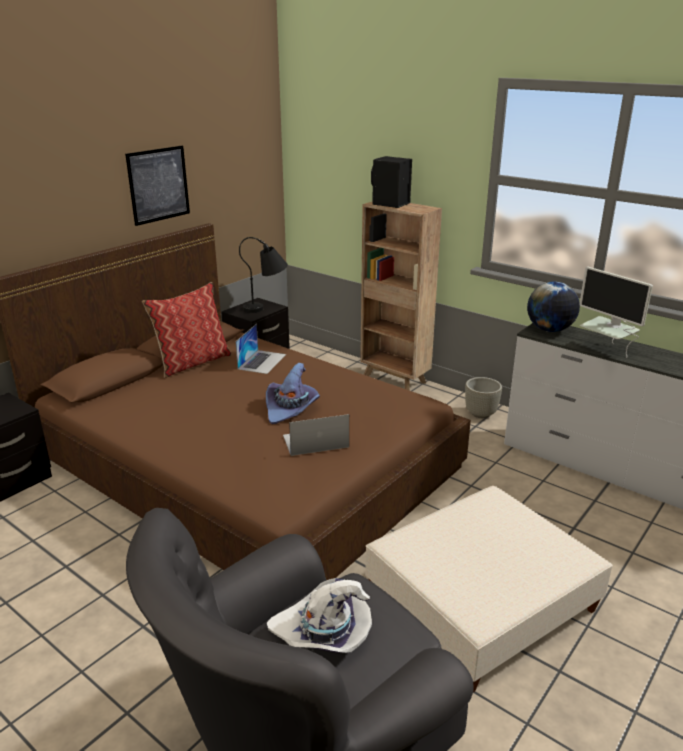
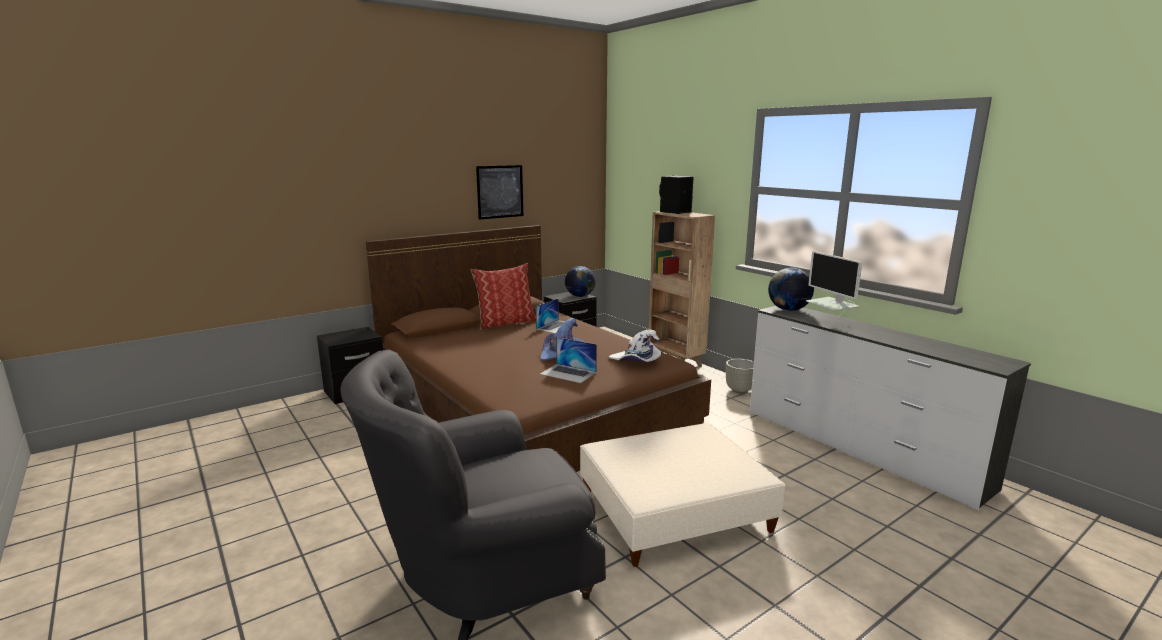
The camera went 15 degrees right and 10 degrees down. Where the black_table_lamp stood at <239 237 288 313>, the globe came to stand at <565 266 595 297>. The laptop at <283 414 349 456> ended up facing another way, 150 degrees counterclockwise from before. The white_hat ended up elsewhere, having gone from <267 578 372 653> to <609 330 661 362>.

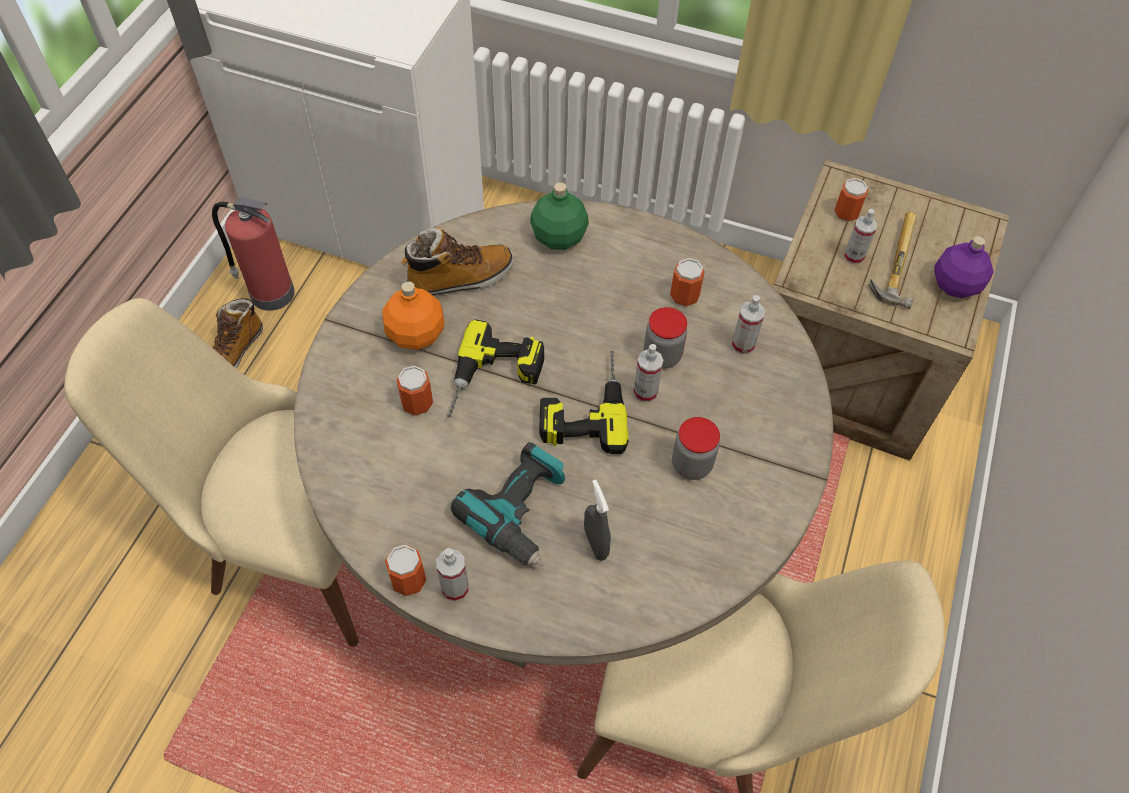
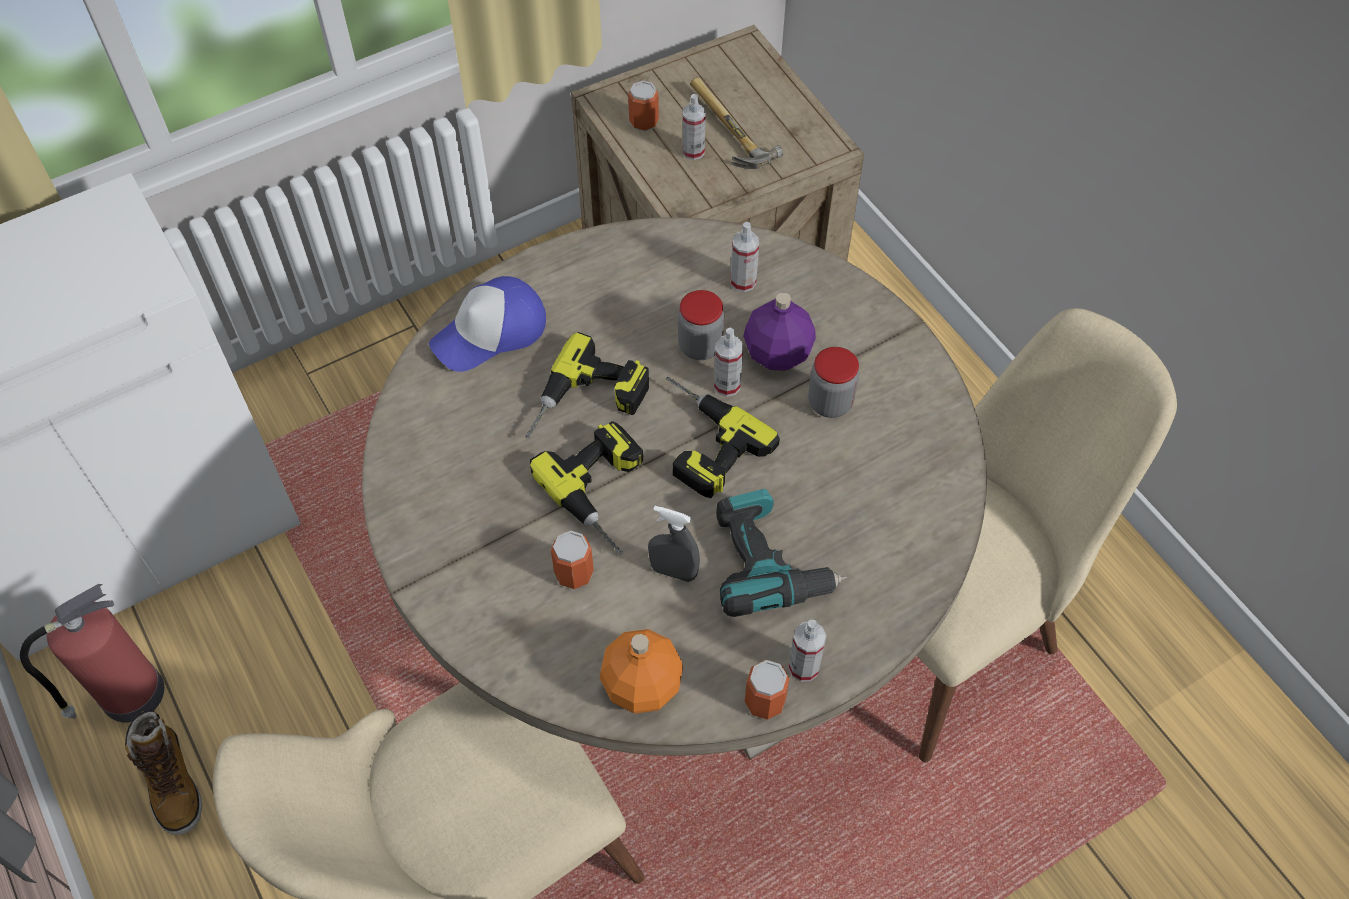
The camera went 50 degrees left and 0 degrees up. Where the green_bottle stood at <530 182 589 250>, the cap came to stand at <429 276 546 372>. The second view lost the boot at <401 227 513 296>. The purple_bottle ended up elsewhere, having gone from <934 236 994 298> to <743 292 816 371>. The second view lost the can at <670 258 705 307>. The orange_bottle ended up elsewhere, having gone from <382 281 445 350> to <600 629 683 714>. The grey_spray_bottle ended up elsewhere, having gone from <584 480 611 561> to <648 506 700 582>. The second view gained the power_drill at <525 332 649 438>.

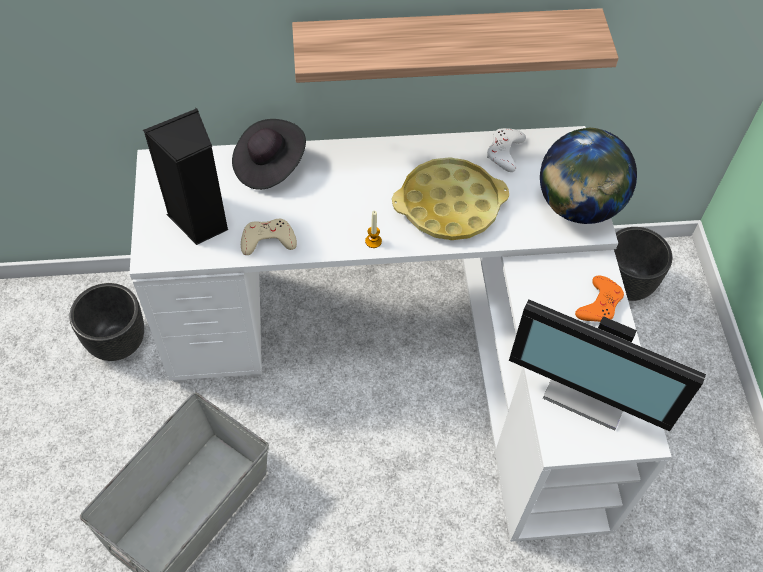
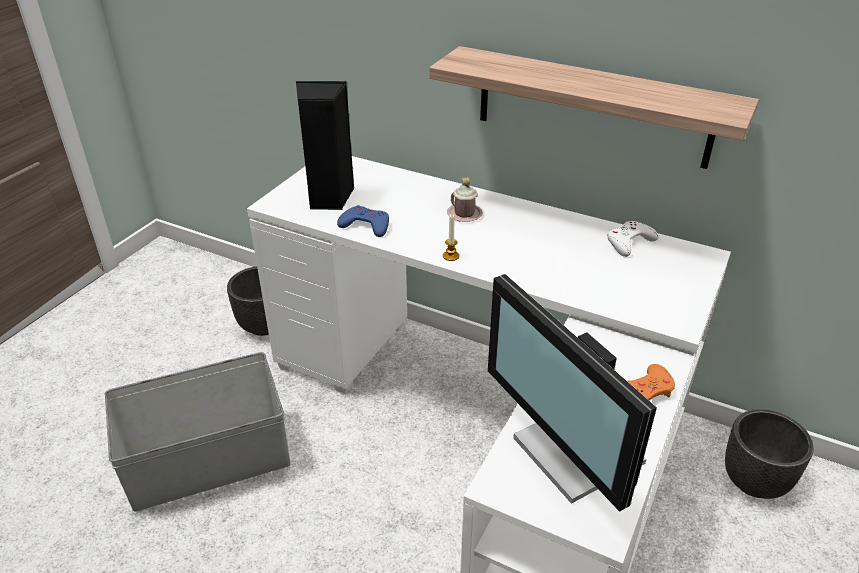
The camera went 35 degrees right and 20 degrees down. The second view lost the black_hat at <232 119 306 190>. The second view lost the globe at <540 128 637 224>. The second view lost the yellow_tray at <392 157 509 240>. What was the beige_game_controller at <241 219 297 255> turned into the blue_game_controller at <337 205 389 237>. The second view gained the pink_mug at <447 177 483 222>.

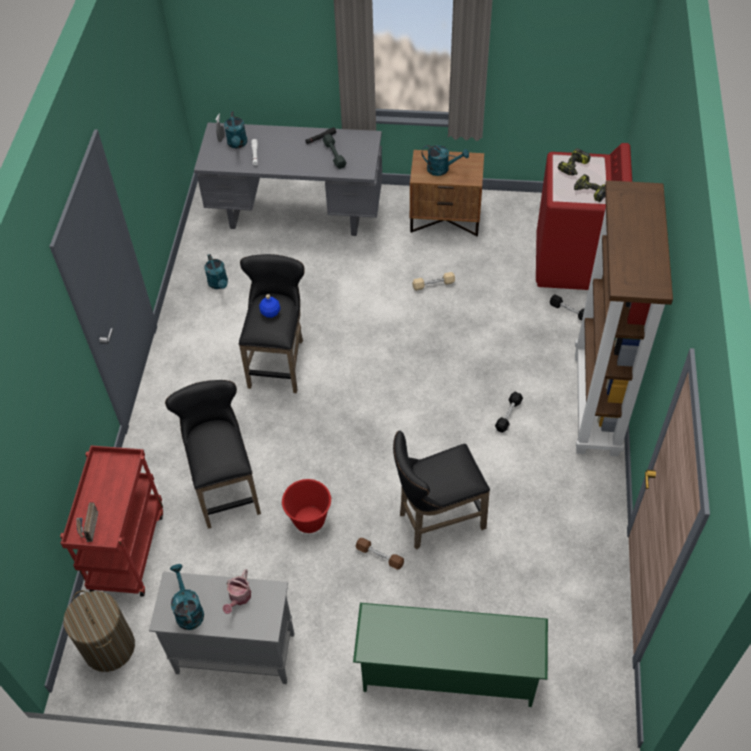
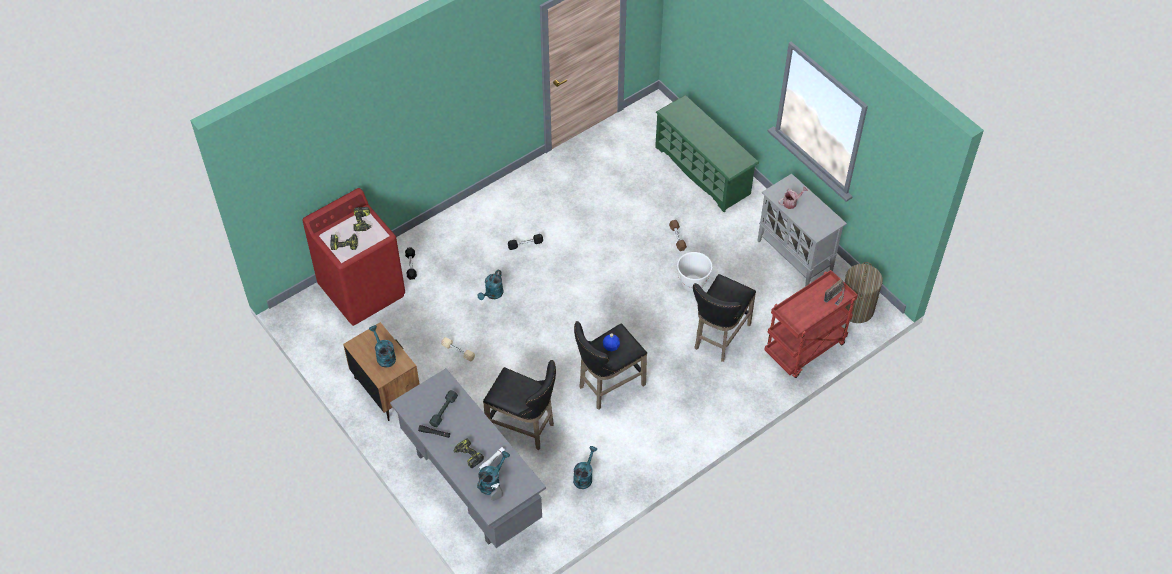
The camera went 135 degrees left and 0 degrees up. The second view lost the brown_bookcase at <575 180 673 457>. The black_stool ended up elsewhere, having gone from <393 431 490 549> to <483 360 556 450>. What was the red_bucket at <281 479 332 533> turned into the white_bucket at <677 252 713 292>. The turquoise_watering_can ended up elsewhere, having gone from <170 564 204 630> to <478 270 504 300>. The second view gained the power_drill at <453 438 484 468>.

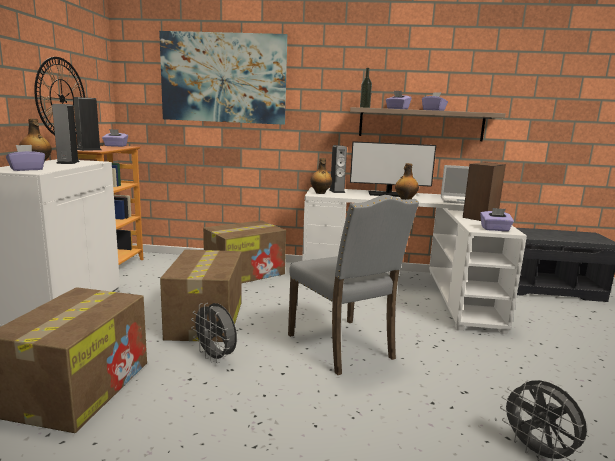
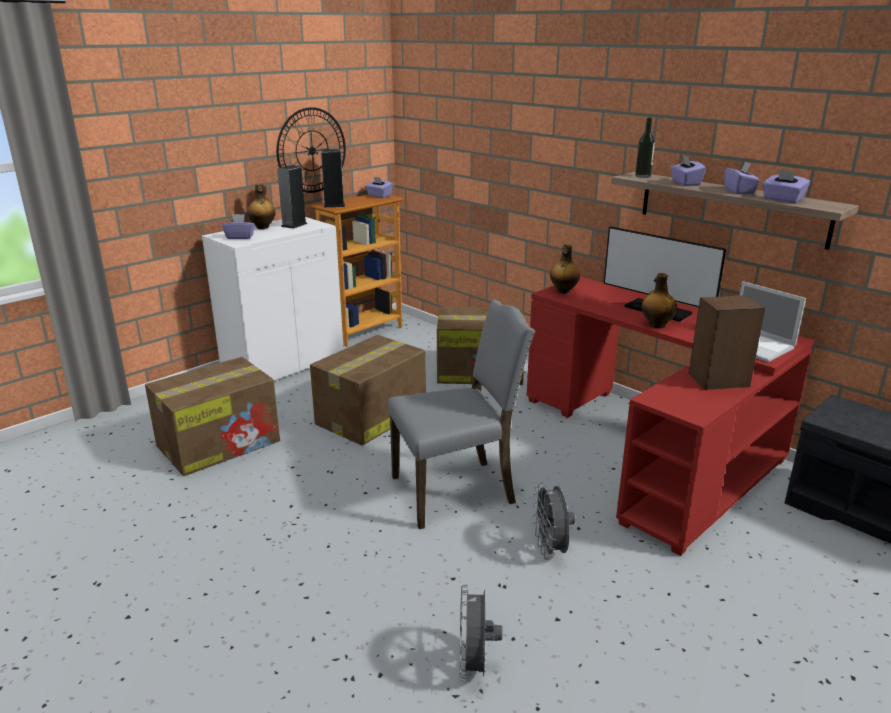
The camera went 40 degrees right and 10 degrees up. The second view lost the picture at <159 31 287 125>. The second view lost the speaker at <329 145 347 193>. What was the white_desk at <302 187 527 334> turned into the red_desk at <527 277 814 556>. The grey_chair at <288 195 419 375> ended up facing another way, 120 degrees counterclockwise from before. The purple_tissue_box ended up elsewhere, having gone from <480 208 514 231> to <762 169 810 203>. The grey_fan ended up elsewhere, having gone from <191 303 237 363> to <532 482 576 559>.

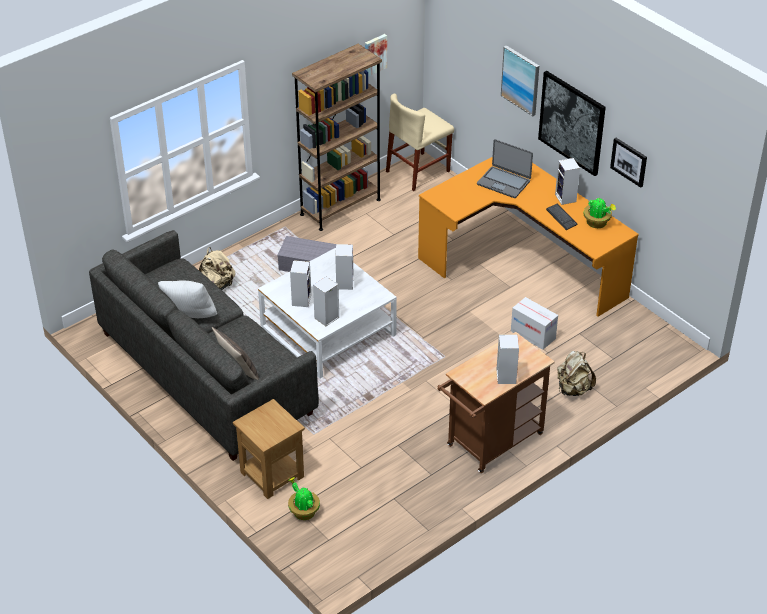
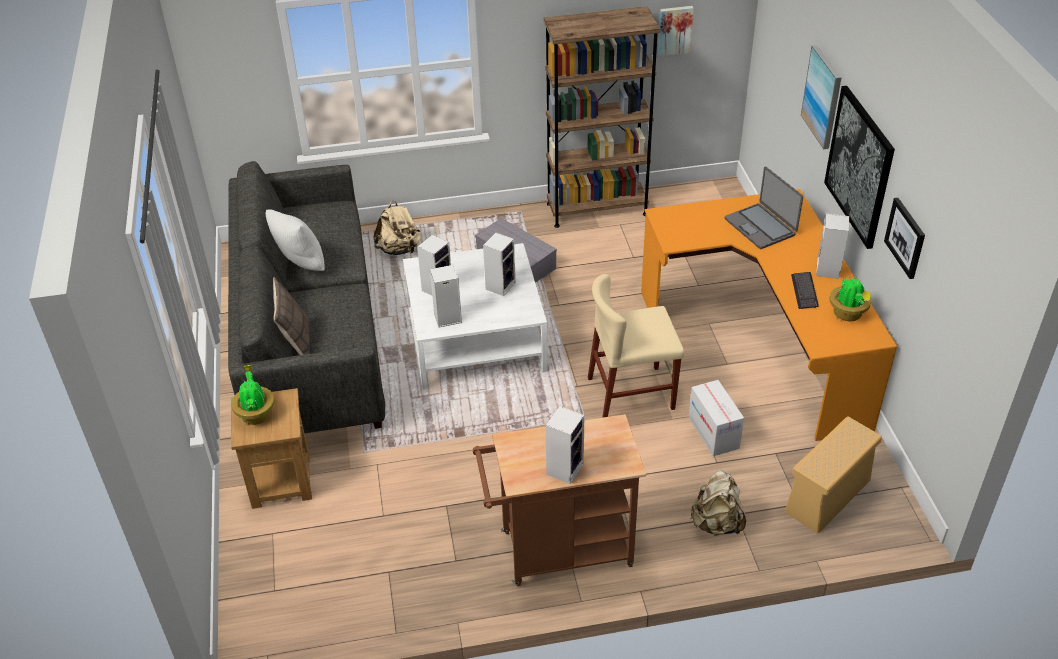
The camera went 30 degrees right and 0 degrees up. The beige_chair ended up elsewhere, having gone from <386 94 454 191> to <588 274 684 418>. The potted_plant ended up elsewhere, having gone from <288 477 320 520> to <231 365 275 425>. The second view gained the beige_storage_box at <785 417 882 533>.

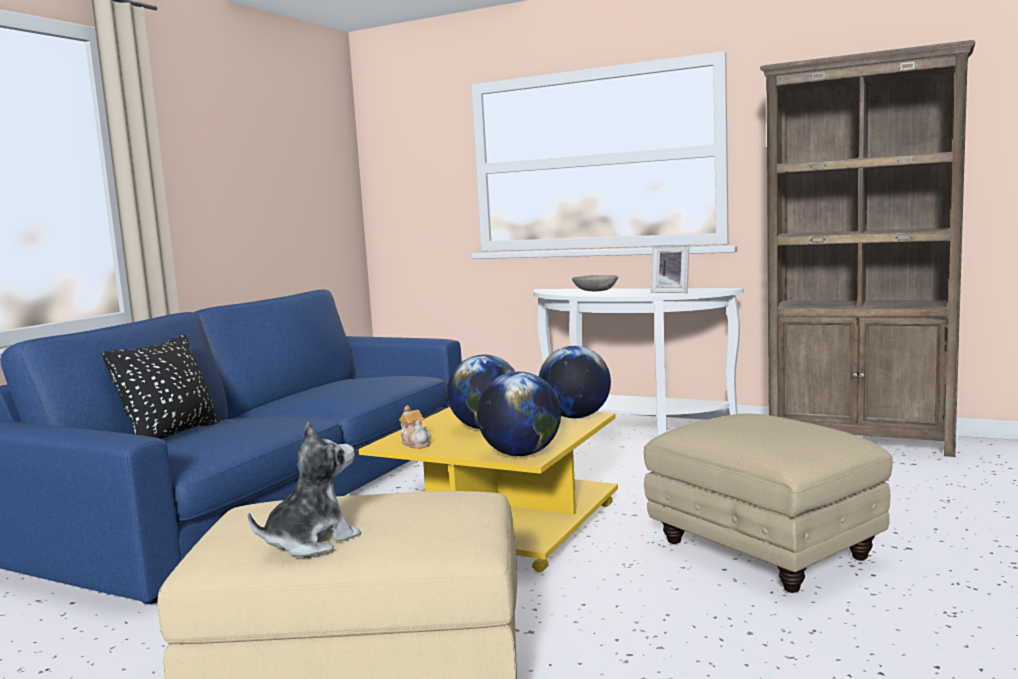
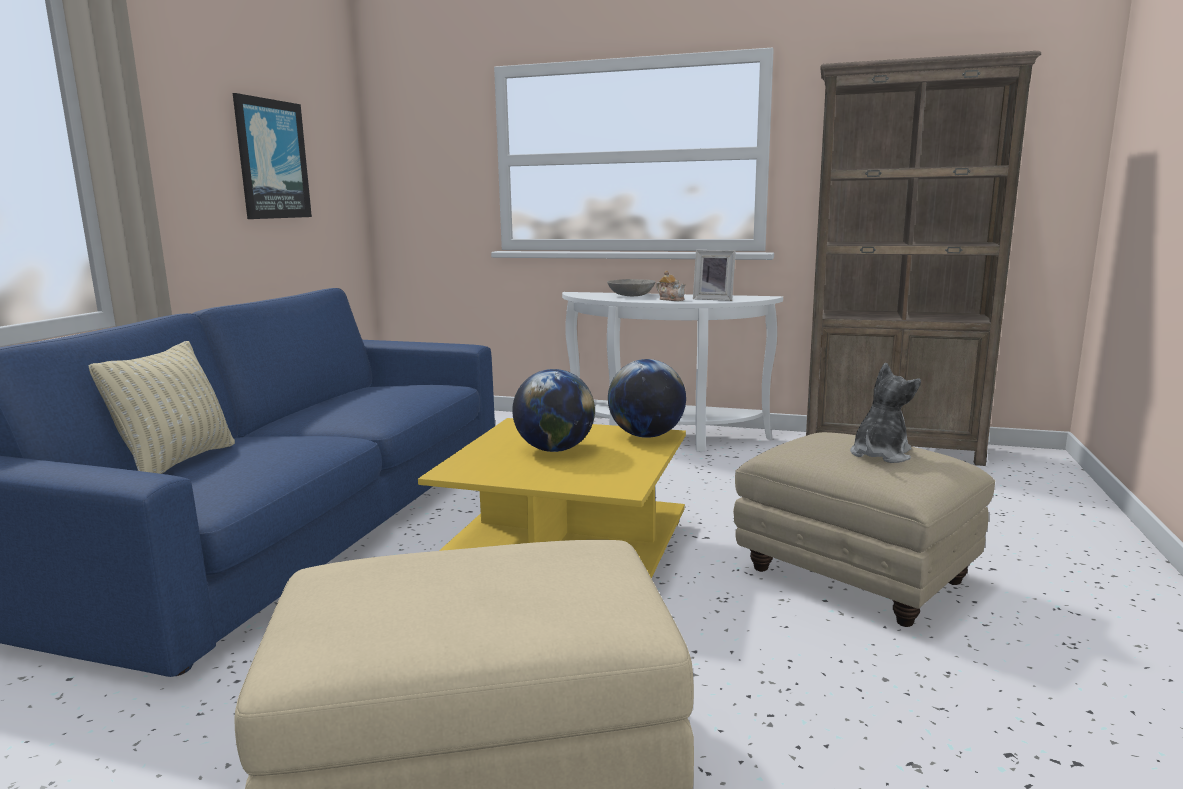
The camera went 10 degrees left and 5 degrees up. What was the black_pillow at <102 334 220 439> turned into the beige_pillow at <89 341 235 474>. The second view lost the globe at <477 372 561 456>. The teapot ended up elsewhere, having gone from <399 405 431 449> to <656 270 686 301>. The plush_toy ended up elsewhere, having gone from <248 422 361 556> to <850 363 921 463>. The second view gained the picture at <233 93 312 219>.

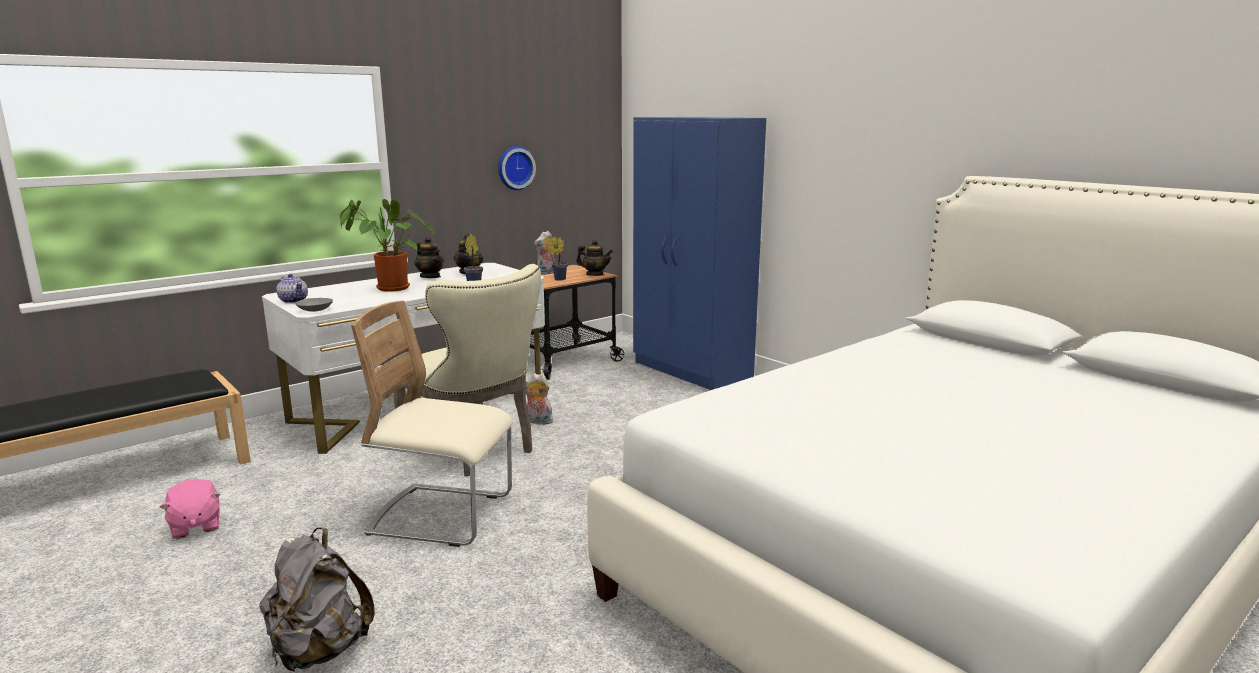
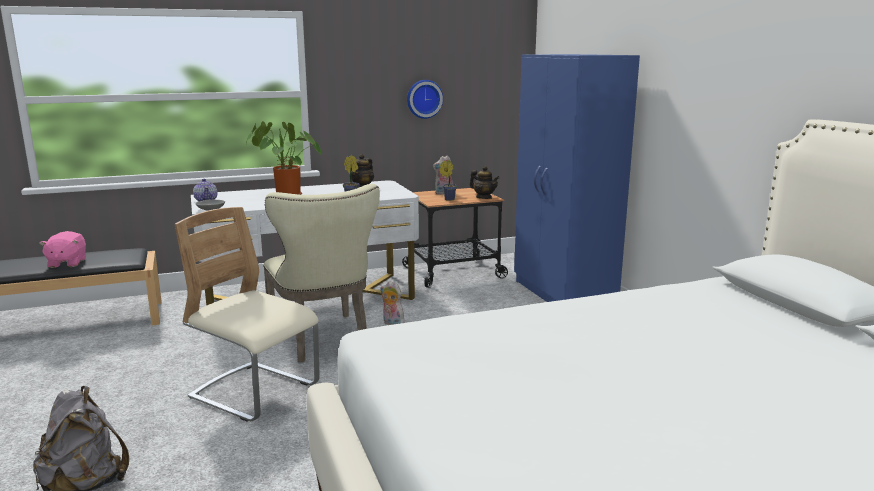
The camera went 20 degrees right and 0 degrees up. The second view lost the teapot at <415 237 444 278>. The pink_plush_toy ended up elsewhere, having gone from <159 479 220 539> to <39 231 86 268>.

